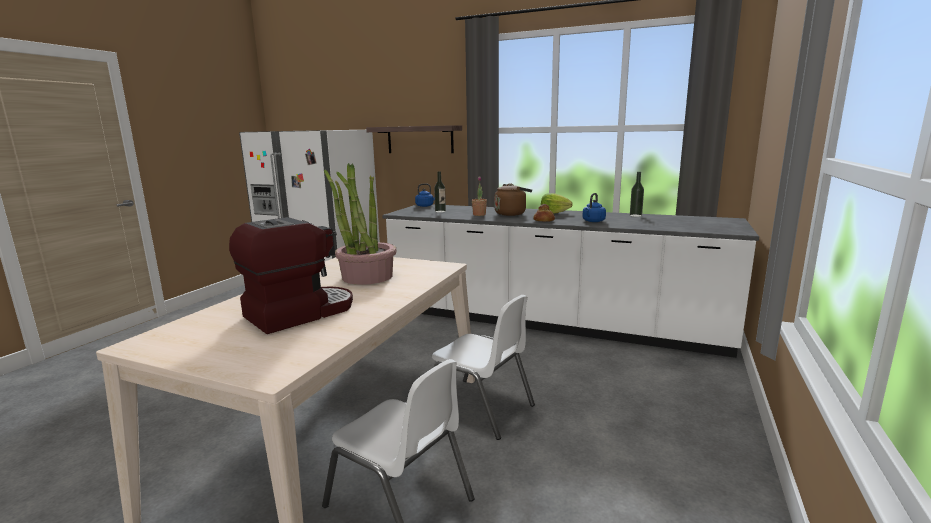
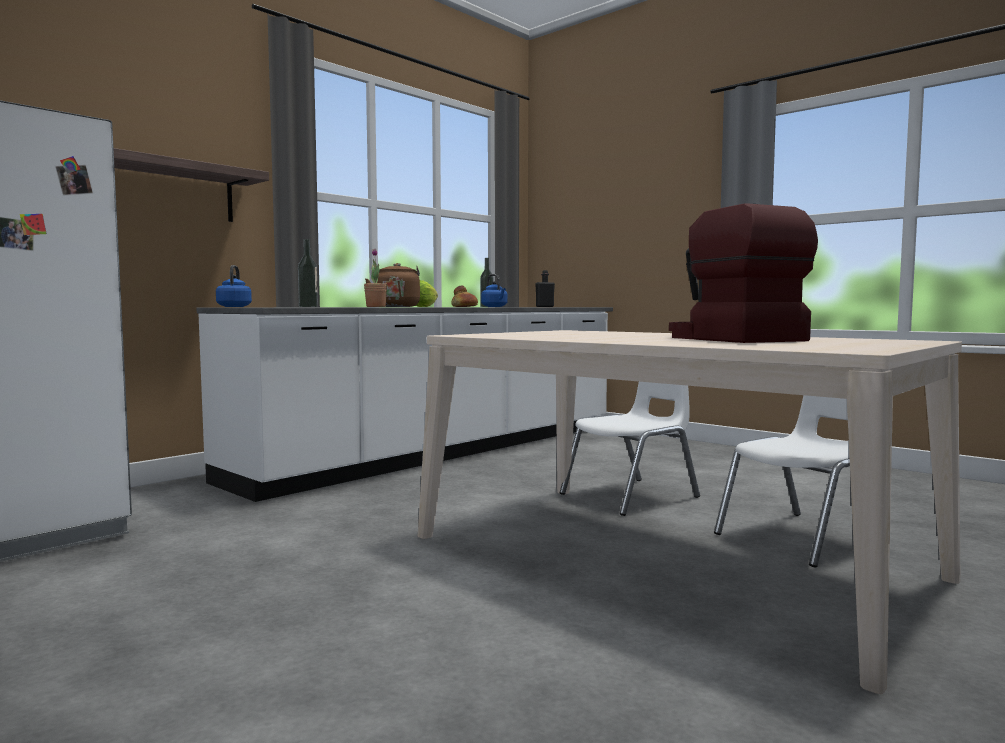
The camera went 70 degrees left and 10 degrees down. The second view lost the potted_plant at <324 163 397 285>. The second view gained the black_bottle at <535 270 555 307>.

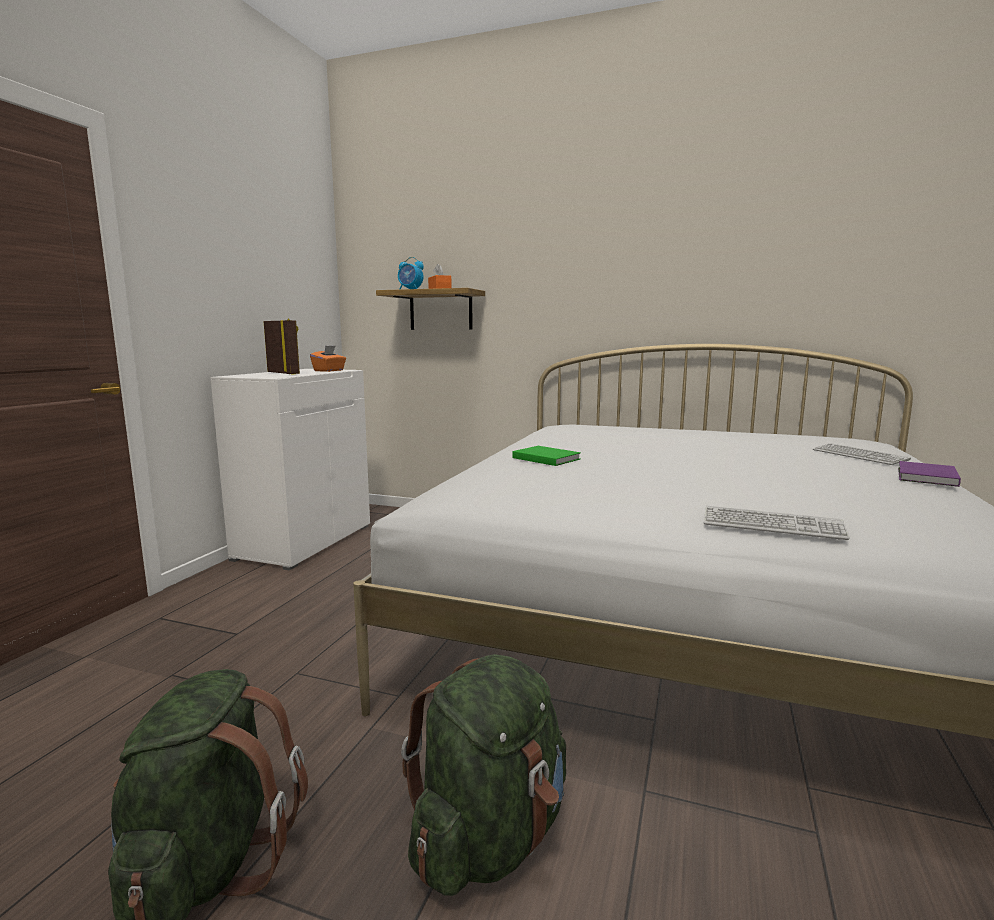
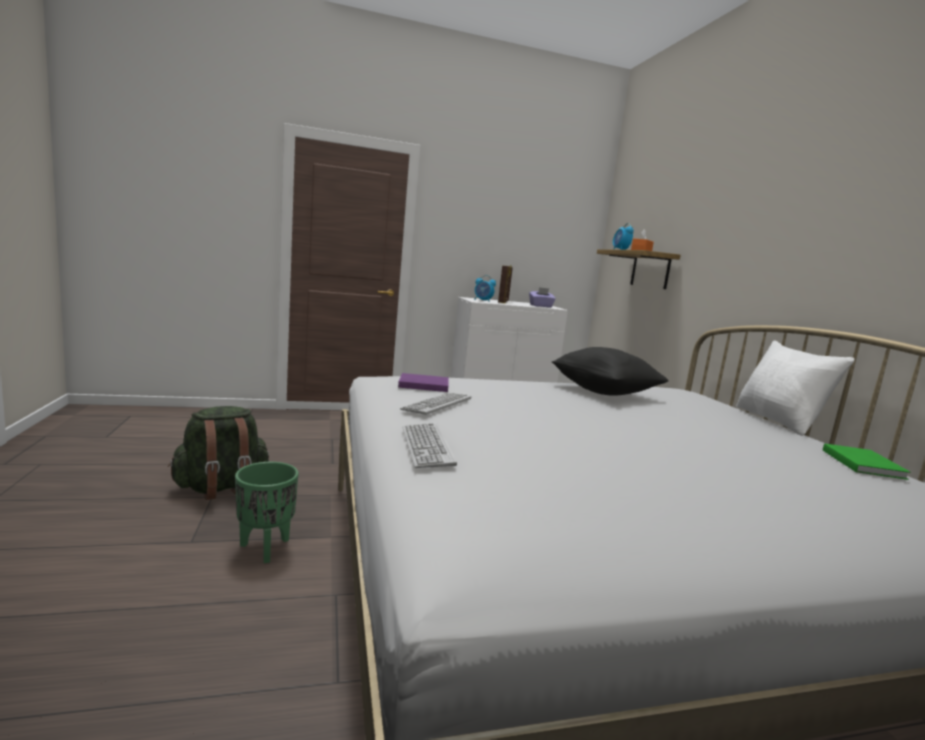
The camera went 55 degrees right and 0 degrees up. What was the orange_tissue_box at <310 345 346 372> turned into the purple_tissue_box at <529 287 556 307>. The keyboard ended up elsewhere, having gone from <813 443 911 465> to <400 393 472 416>. The green_book ended up elsewhere, having gone from <512 446 581 466> to <823 443 911 480>. The purple_book ended up elsewhere, having gone from <898 461 961 487> to <398 373 449 392>. Where the green_backpack stood at <401 654 566 896>, the green_planter came to stand at <235 462 299 563>. The second view gained the alarm_clock at <474 275 496 302>. The second view gained the white_pillow at <736 341 855 436>. The second view gained the black_pillow at <552 347 669 396>.

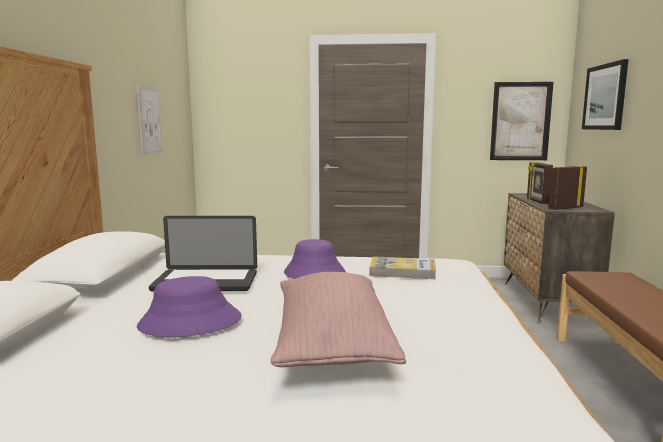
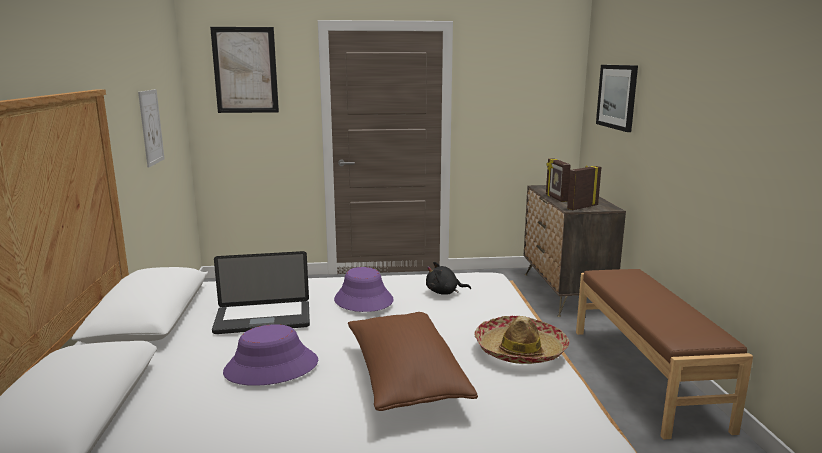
The camera went 10 degrees left and 5 degrees up. The picture ended up elsewhere, having gone from <490 82 553 160> to <210 27 279 113>. Where the book stood at <369 256 436 279>, the black_plush_toy came to stand at <426 262 471 295>. What was the pink_pillow at <270 272 406 367> turned into the brown_pillow at <348 312 478 411>. The second view gained the hat at <475 316 569 364>.

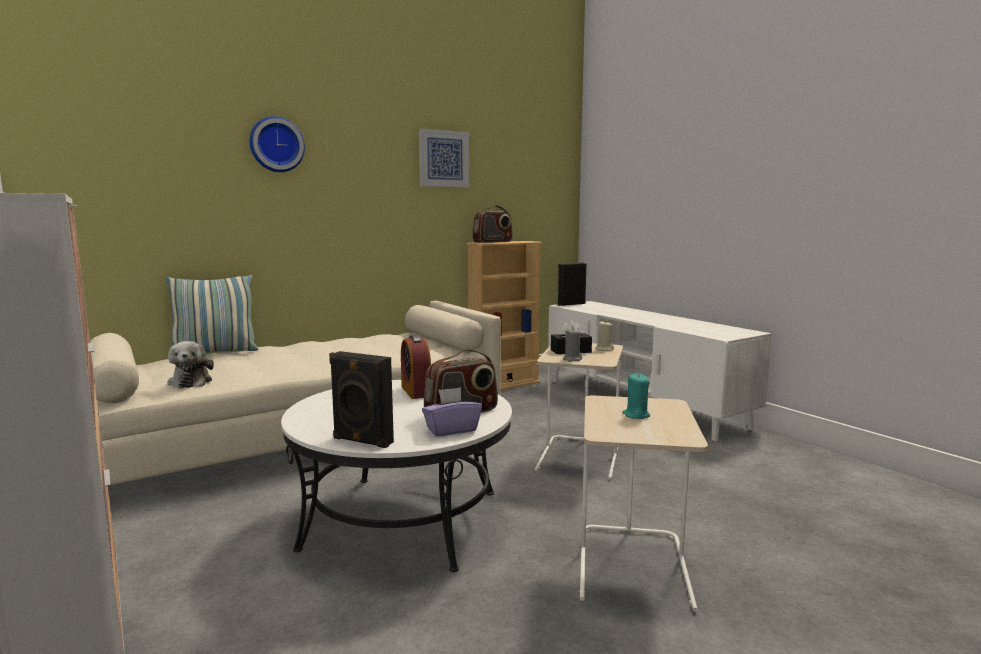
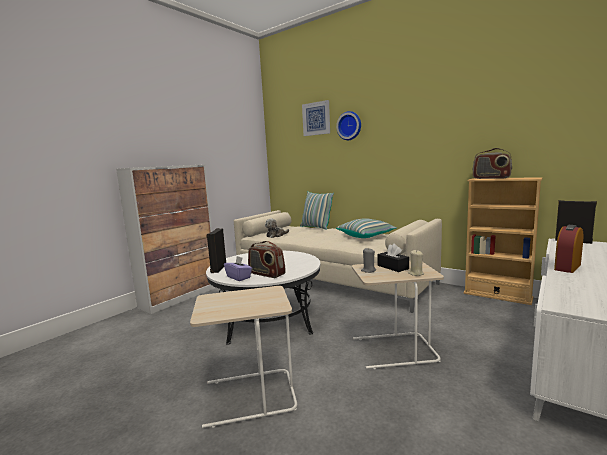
The camera went 70 degrees right and 0 degrees up. The picture ended up elsewhere, having gone from <419 128 469 187> to <302 100 330 136>. The alarm_clock ended up elsewhere, having gone from <401 335 431 399> to <554 225 583 273>. The second view lost the turquoise_candle at <622 373 650 419>. The second view gained the pillow at <336 218 397 238>.

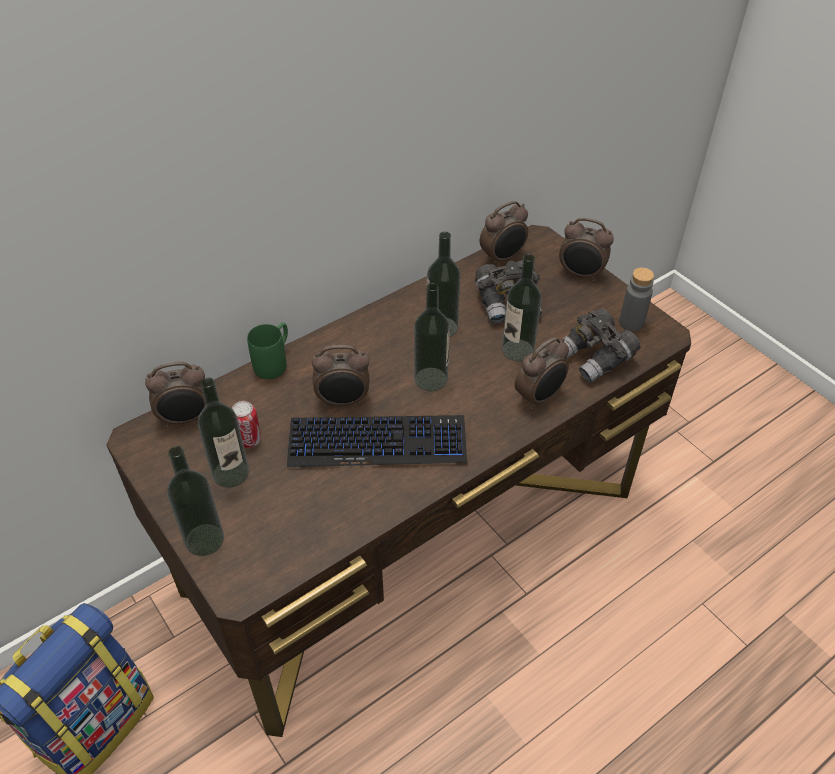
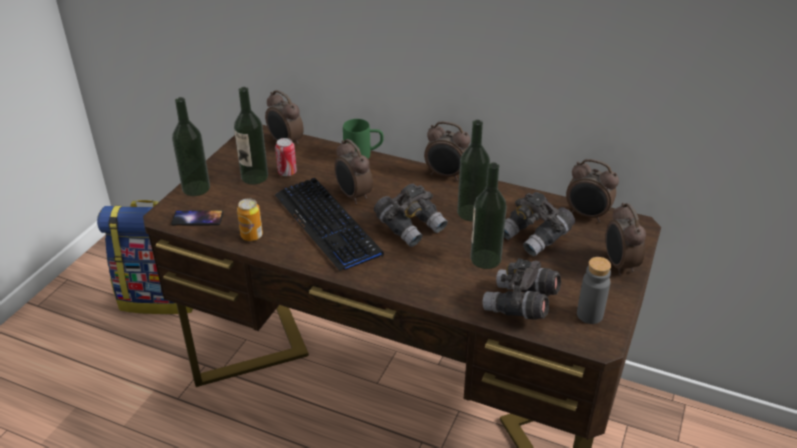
The camera went 60 degrees right and 10 degrees down. Where the bottle stood at <414 283 450 391>, the grey_binoculars came to stand at <374 184 448 247>. The alarm_clock ended up elsewhere, having gone from <515 337 569 410> to <424 121 470 181>. The second view gained the can at <237 198 263 241>. The second view gained the phone at <171 210 224 226>.

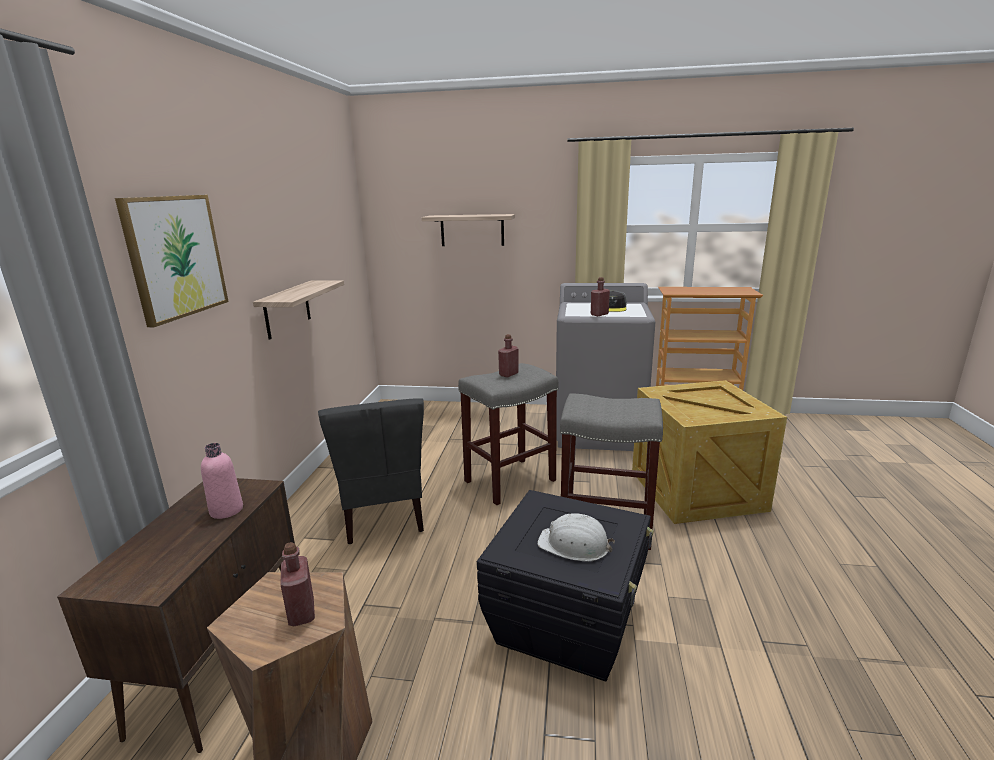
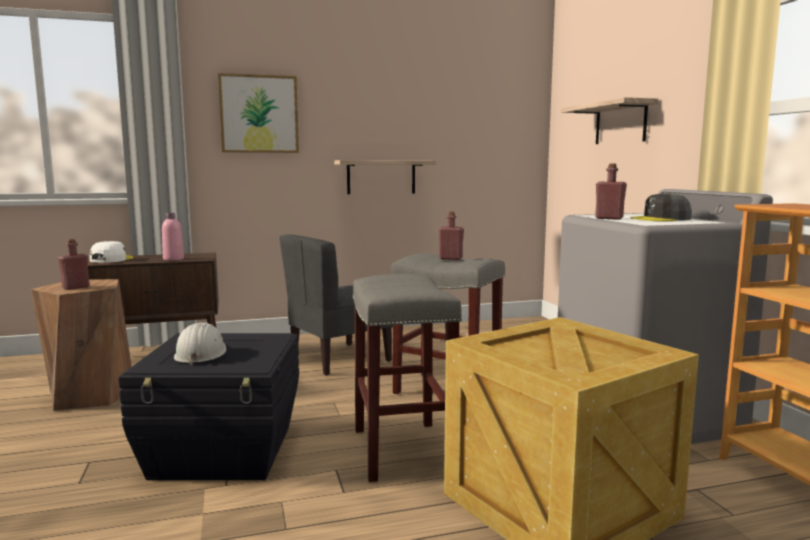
The camera went 65 degrees right and 10 degrees down. The second view gained the white_cap at <90 241 133 263>.

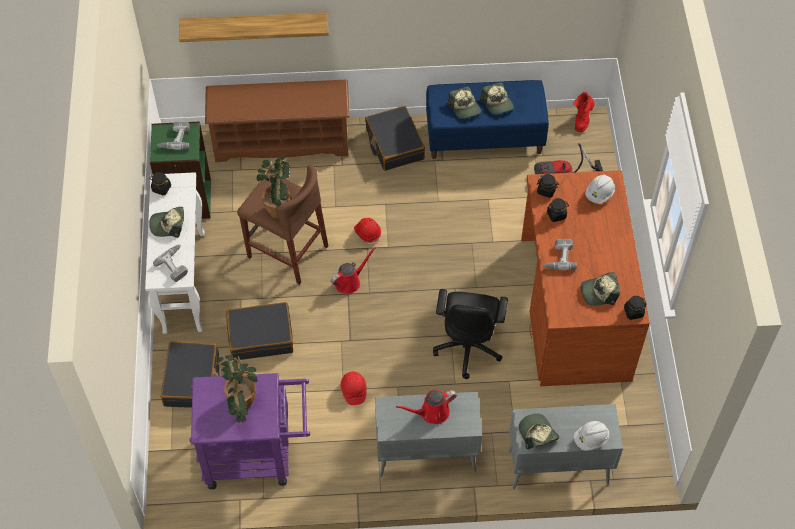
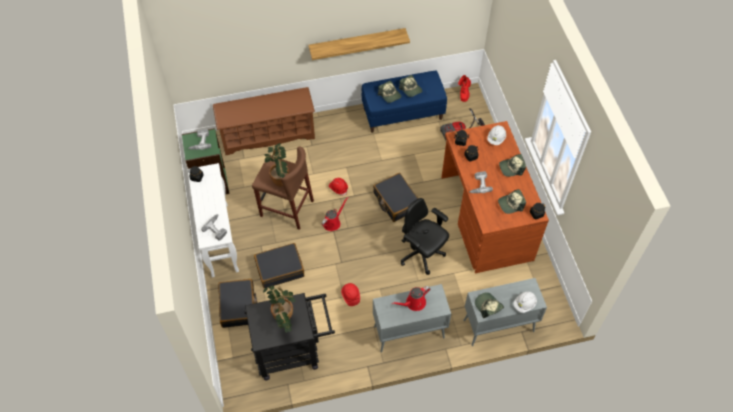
The camera went 10 degrees left and 0 degrees up. The shelf ended up elsewhere, having gone from <179 12 329 42> to <309 28 410 60>. The black_suitcase ended up elsewhere, having gone from <365 106 425 171> to <373 173 419 222>. The cap ended up elsewhere, having gone from <149 207 184 238> to <499 154 526 177>. The black_office_chair at <433 289 508 379> ended up facing another way, 135 degrees clockwise from before. What was the purple_cart at <189 373 310 489> turned into the black_cart at <245 293 335 380>.

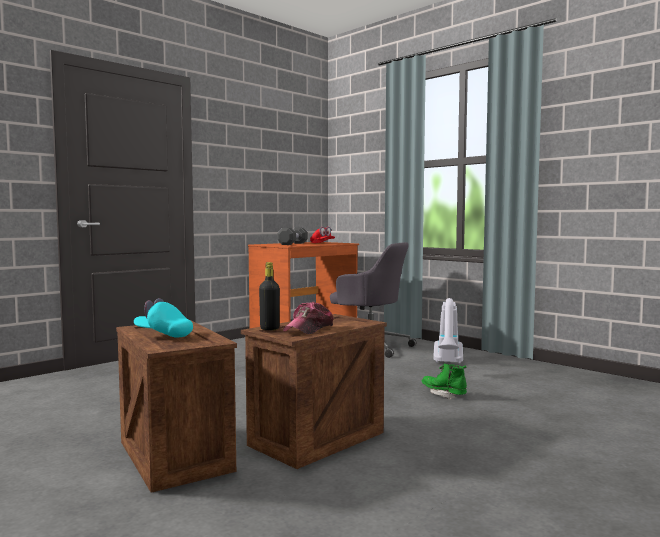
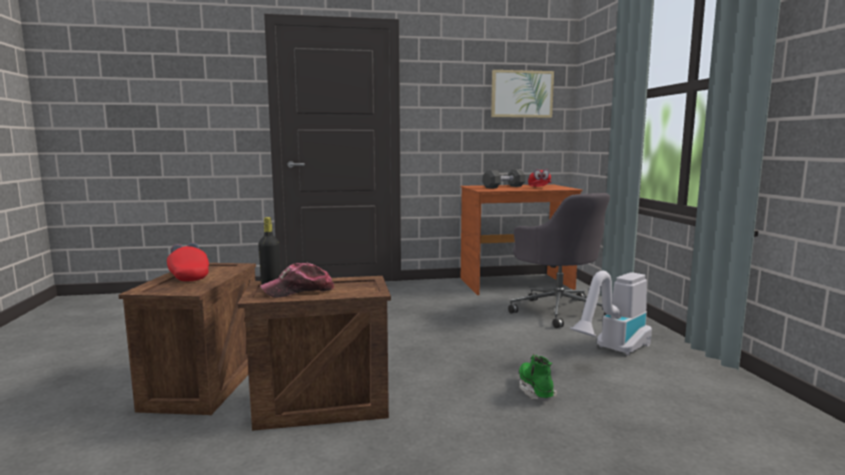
The camera went 35 degrees right and 5 degrees up. What was the turquoise_cap at <134 298 193 338> turned into the red_cap at <167 243 209 281>. The second view gained the picture at <491 70 554 118>.

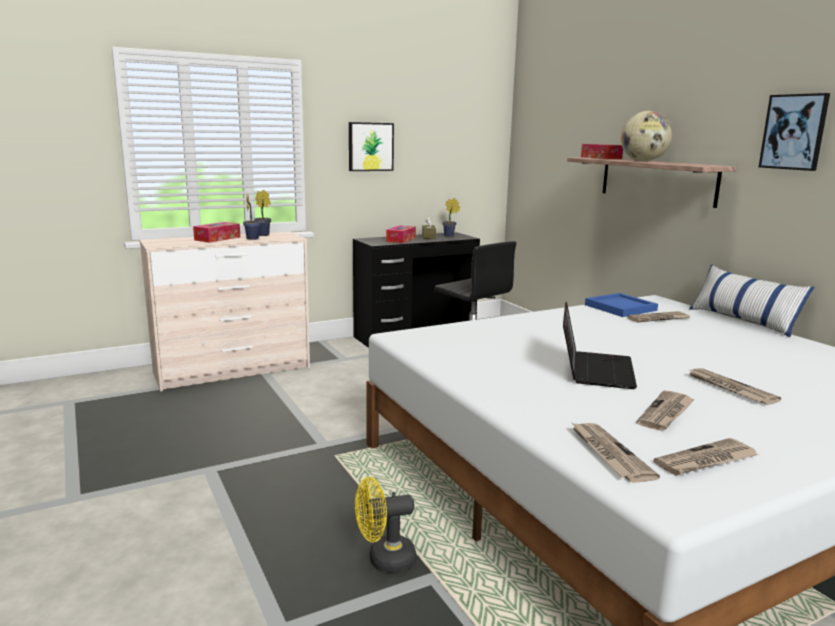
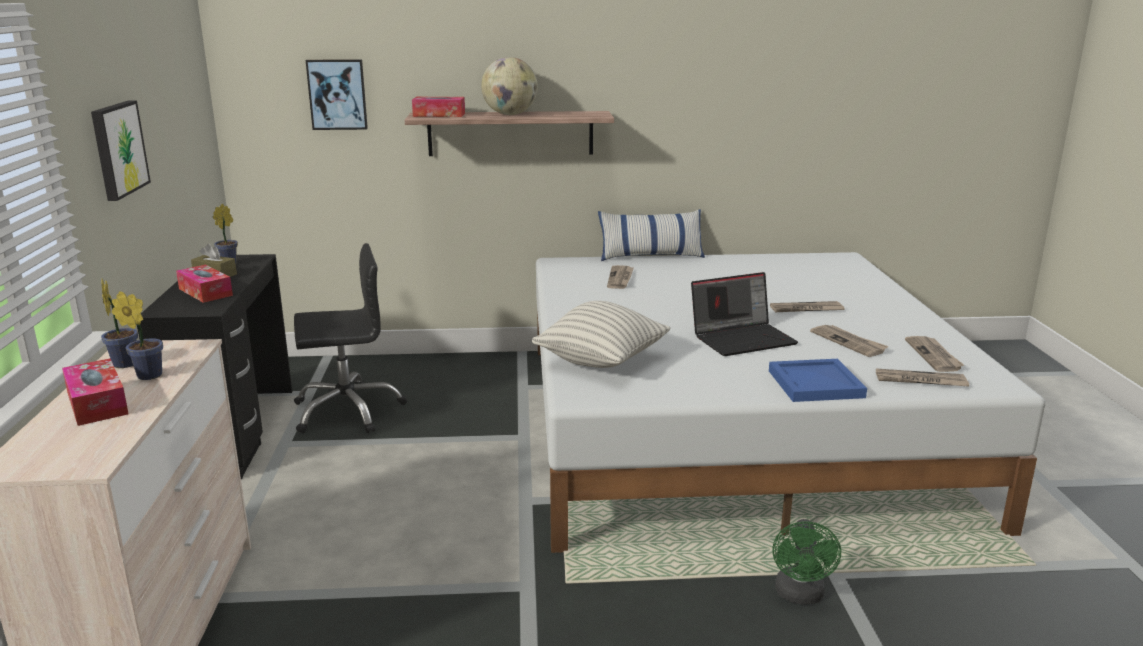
The camera went 65 degrees left and 5 degrees up. The picture ended up elsewhere, having gone from <759 93 830 171> to <305 59 368 130>. The blue_tray ended up elsewhere, having gone from <585 293 658 317> to <769 359 867 402>. The laptop at <563 302 637 389> ended up facing another way, 120 degrees clockwise from before. What was the yellow_fan at <355 477 416 573> turned into the green_fan at <772 519 841 604>. The second view gained the pillow at <532 301 670 368>.

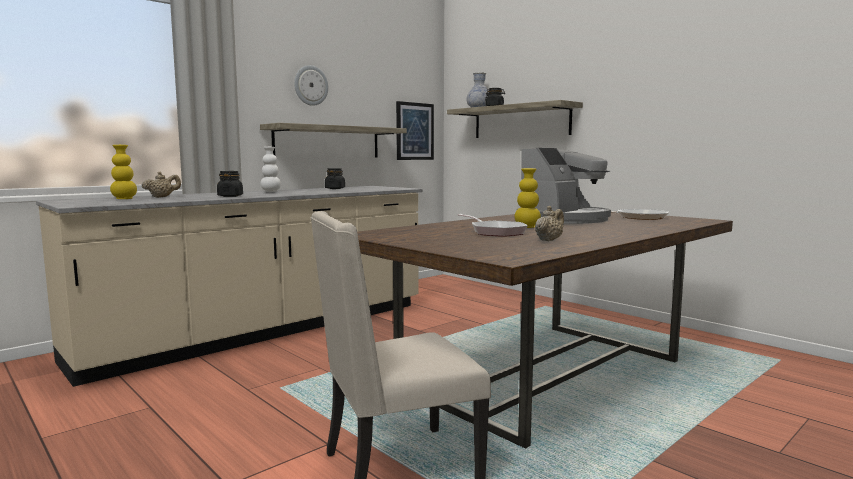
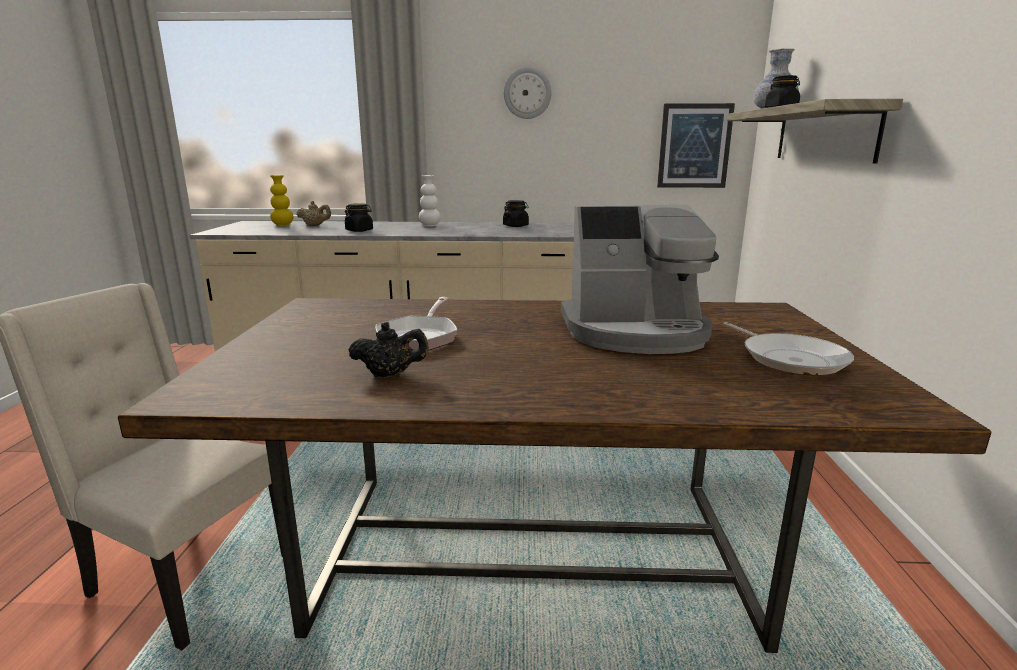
The camera went 45 degrees right and 10 degrees up. The second view lost the shelf at <260 123 407 158>. The second view lost the yellow_vase at <515 168 541 228>. What was the beige_teapot at <535 206 564 241> turned into the black_teapot at <348 322 429 377>.

